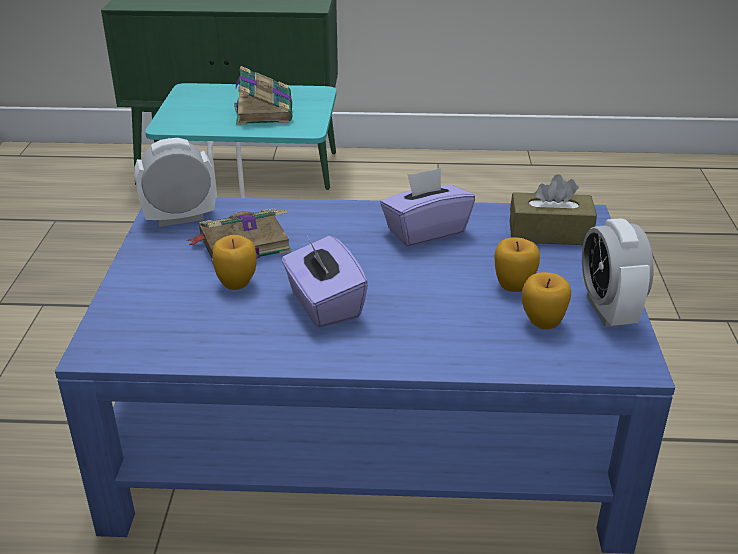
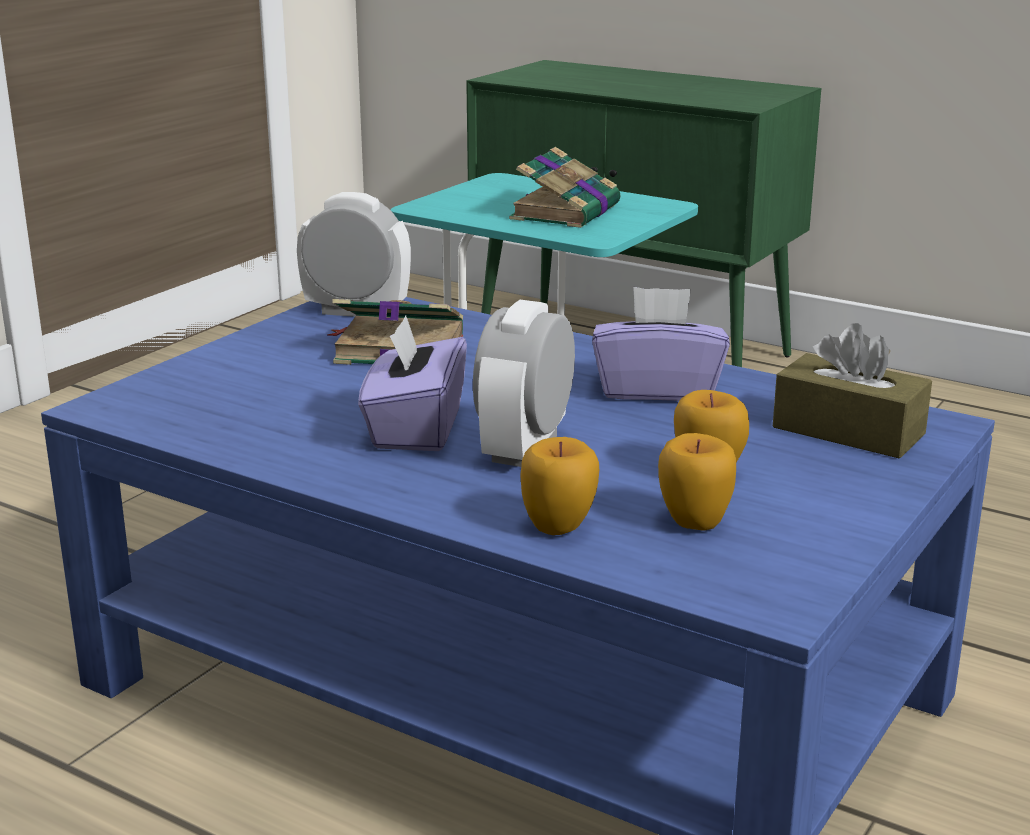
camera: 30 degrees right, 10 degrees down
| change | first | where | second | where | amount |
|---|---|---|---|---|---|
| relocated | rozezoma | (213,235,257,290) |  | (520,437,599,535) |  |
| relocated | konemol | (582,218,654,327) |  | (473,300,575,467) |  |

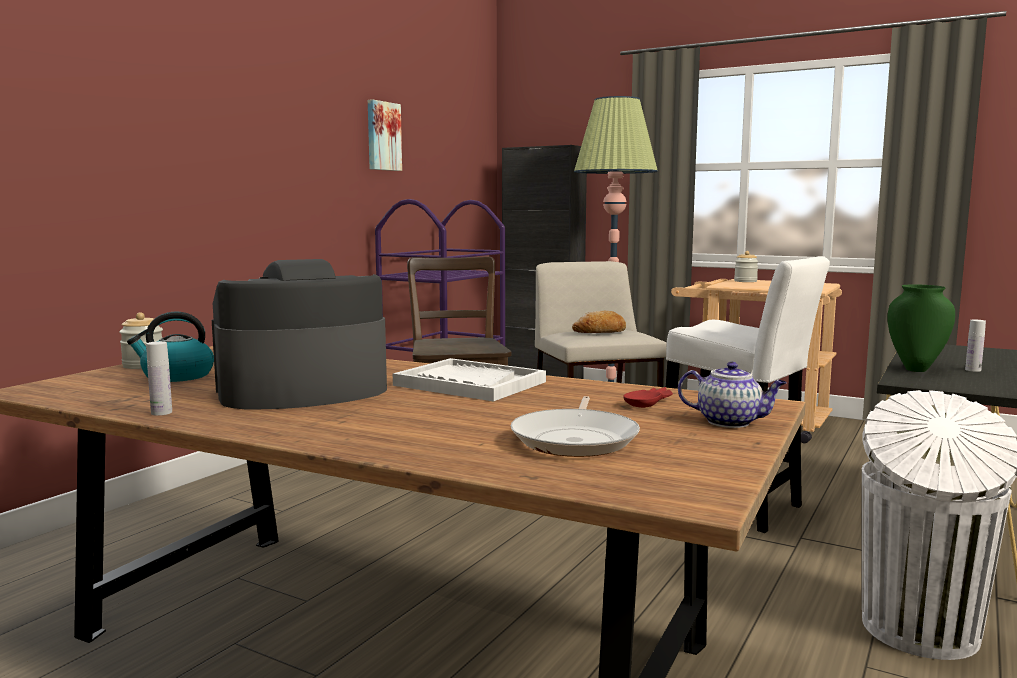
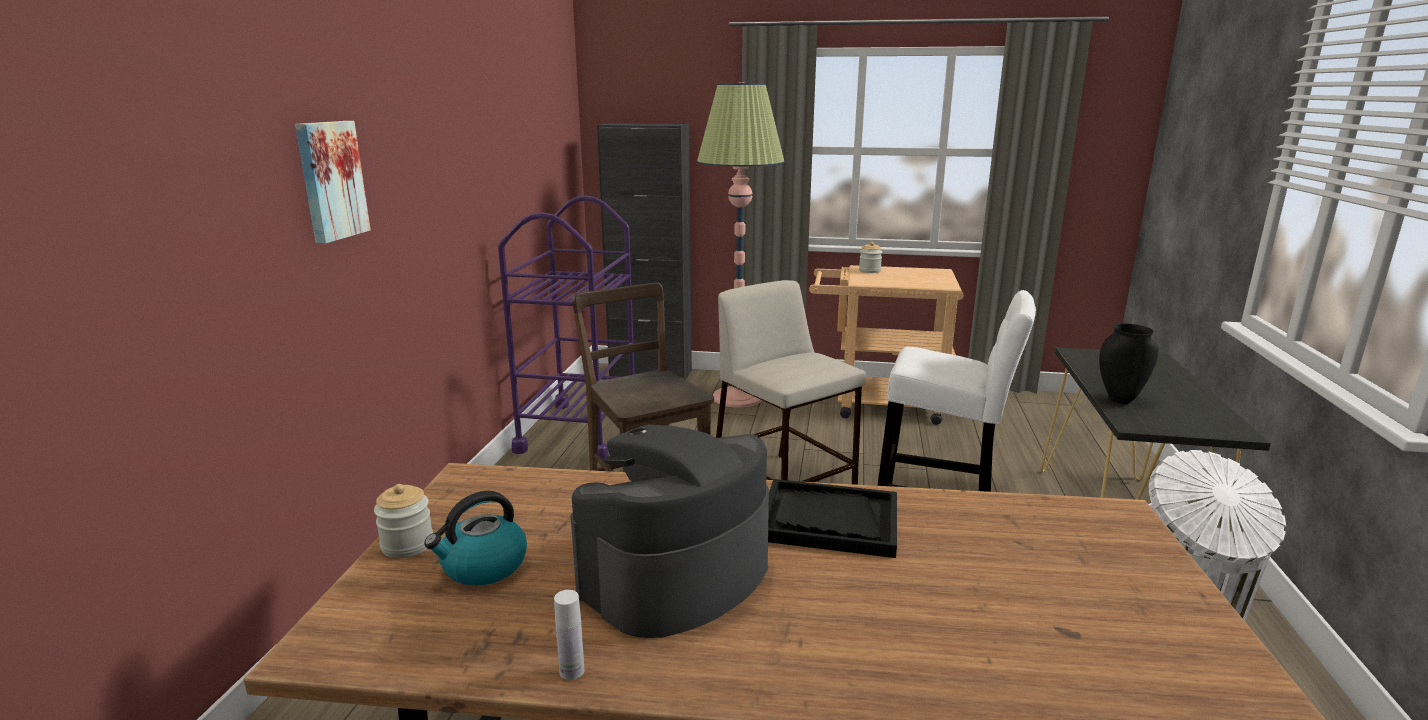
camera: 20 degrees left, 10 degrees up
| change | first | where | second | where | amount |
|---|---|---|---|---|---|
| missing | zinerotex | (511,396,640,457) |  |  |  |
| missing | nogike | (572,310,626,333) |  |  |  |
| missing | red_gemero | (623,387,673,408) |  |  |  |
| missing | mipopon | (678,362,786,428) |  |  |  |
| missing | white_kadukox | (965,320,986,372) |  |  |  |
| relocated | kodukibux | (368,99,402,171) |  | (295,121,371,244) |  |
| colour | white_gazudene | (393,358,546,402) | black_gazudene | (768,479,897,558) |  |
| colour | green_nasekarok | (887,284,955,372) | black_nasekarok | (1099,324,1159,404) |  |

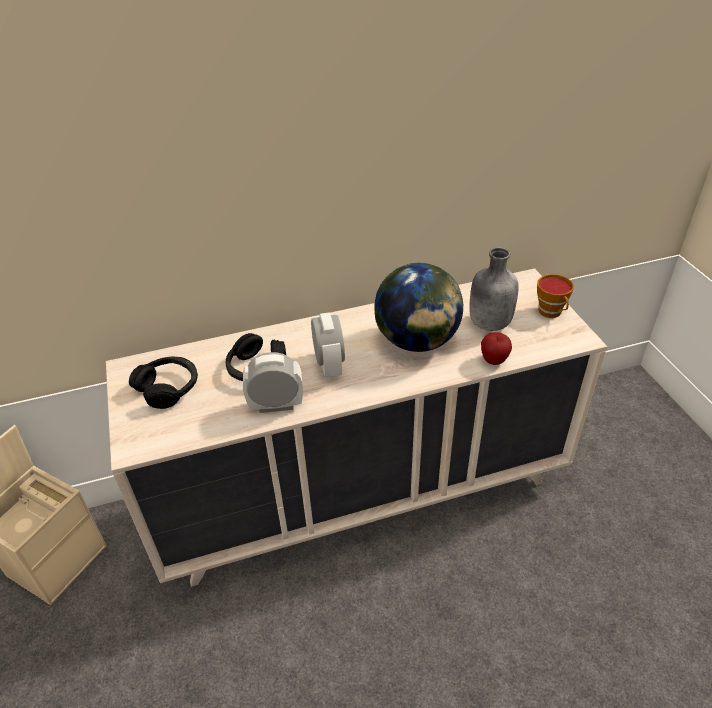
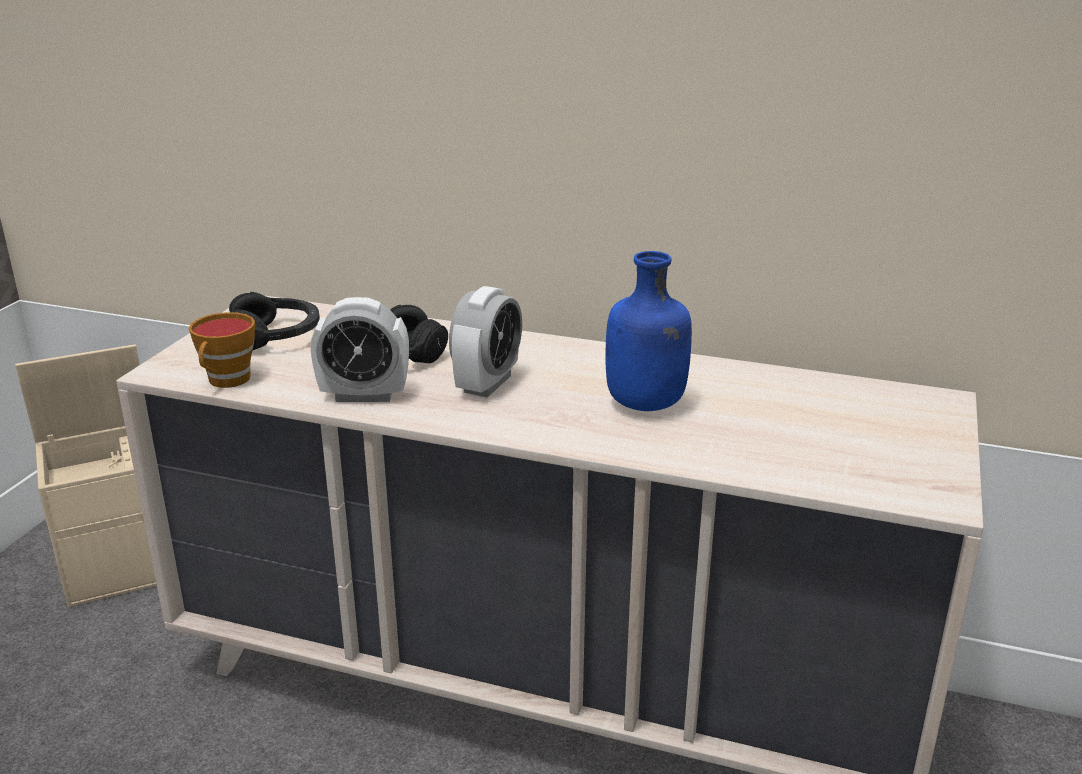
camera: 35 degrees right, 15 degrees down
| change | first | where | second | where | amount |
|---|---|---|---|---|---|
| missing | grey_kadukox | (469,247,519,331) |  |  |  |
| missing | rozezoma | (481,332,512,365) |  |  |  |
| relocated | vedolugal | (537,274,574,318) |  | (189,312,255,388) |  |
| exchanged | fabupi | (374,263,463,352) | blue_kadukox | (606,251,692,411) |  |
| spun | konemol | (243,352,303,413) |  | (311,297,409,402) | 150 degrees clockwise |

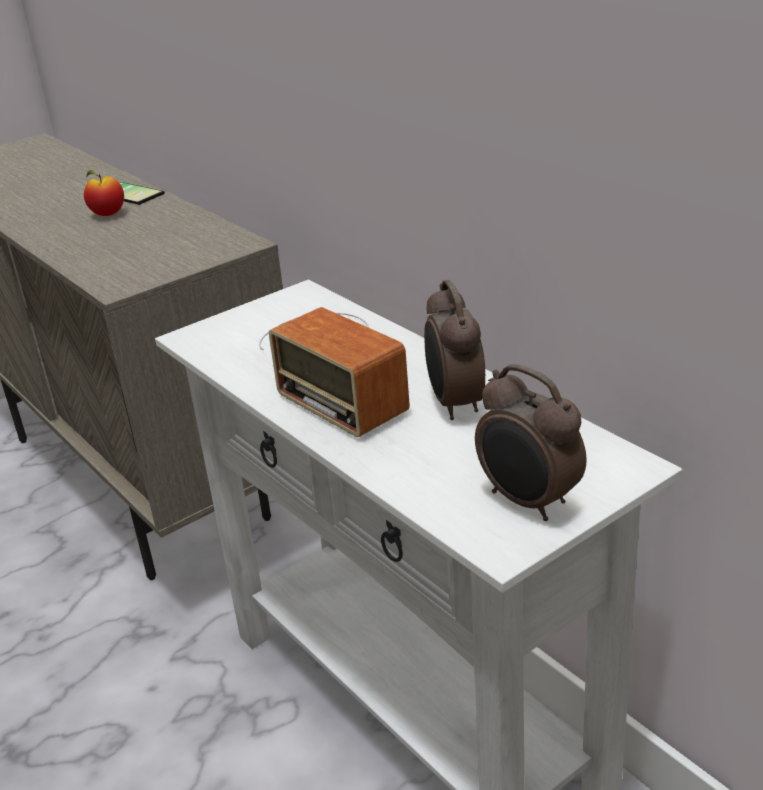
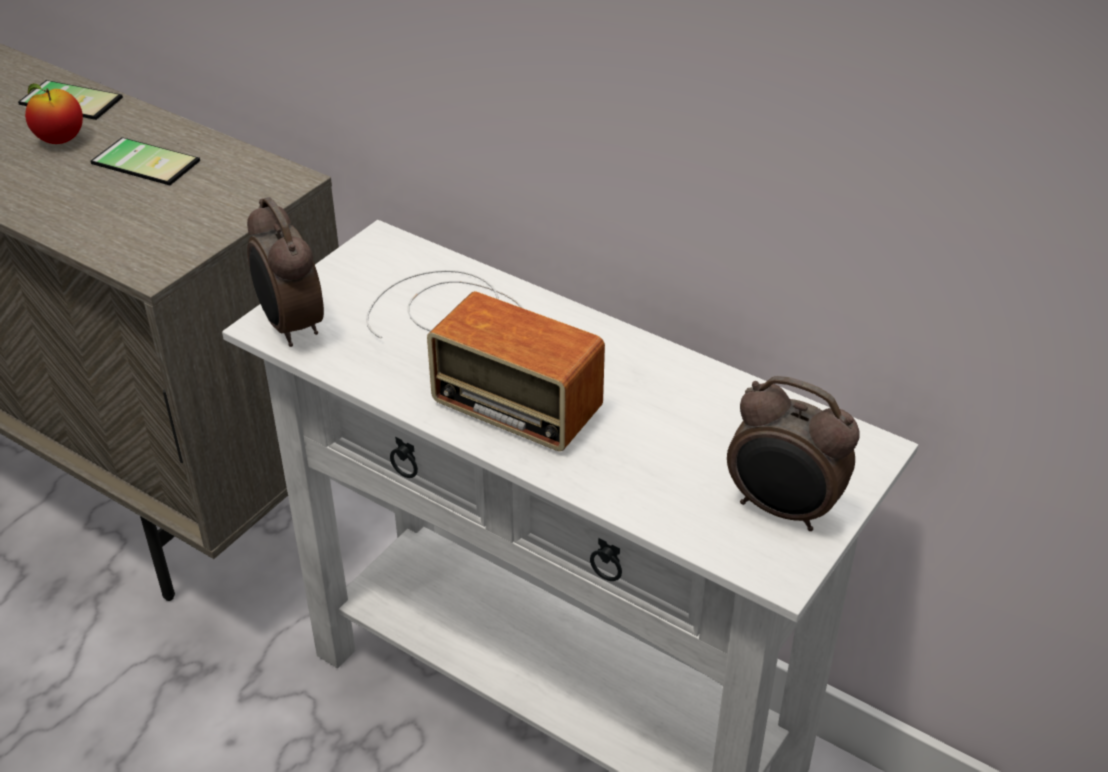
camera: 20 degrees left, 10 degrees up
| change | first | where | second | where | amount |
|---|---|---|---|---|---|
| appeared |  |  | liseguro | (91,137,200,185) |  |
| relocated | konemol | (424,280,485,420) |  | (247,197,324,347) |  |

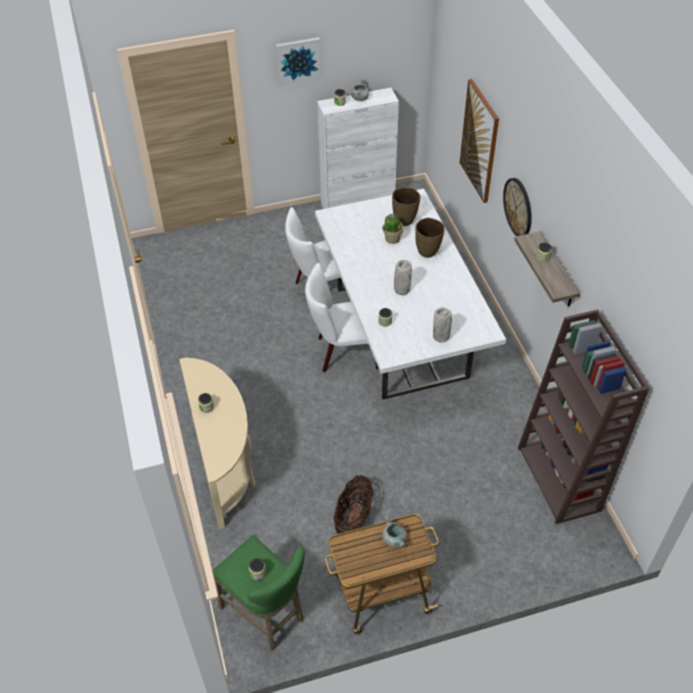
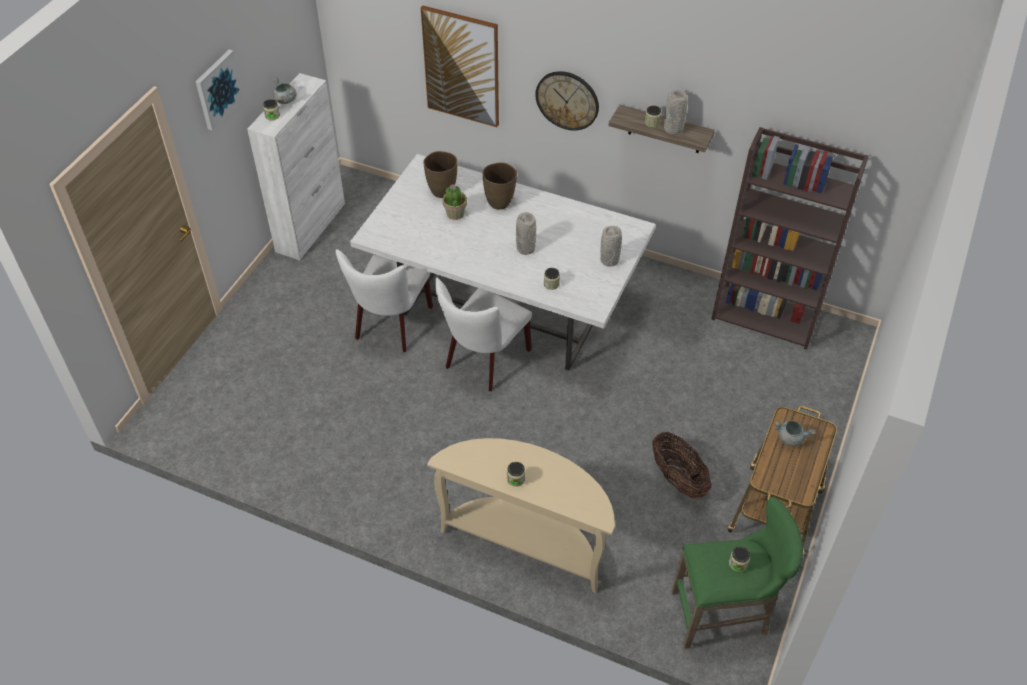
camera: 50 degrees left, 0 degrees up
| change | first | where | second | where | amount |
|---|---|---|---|---|---|
| appeared |  |  | grey_nasekarok | (664,90,687,135) |  |

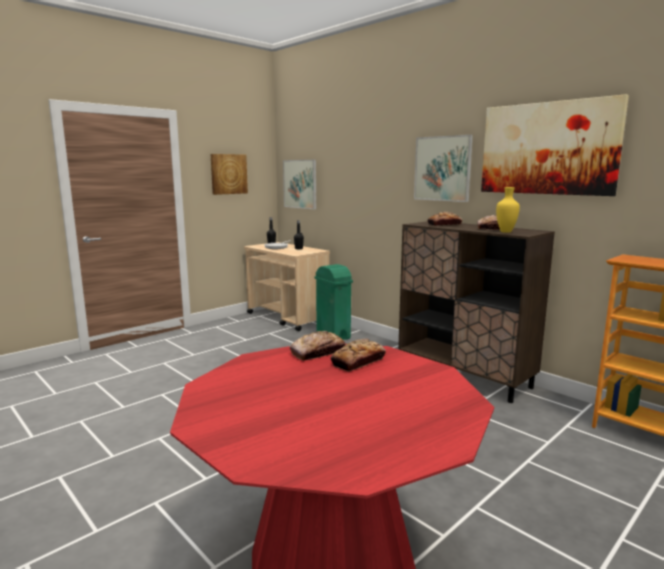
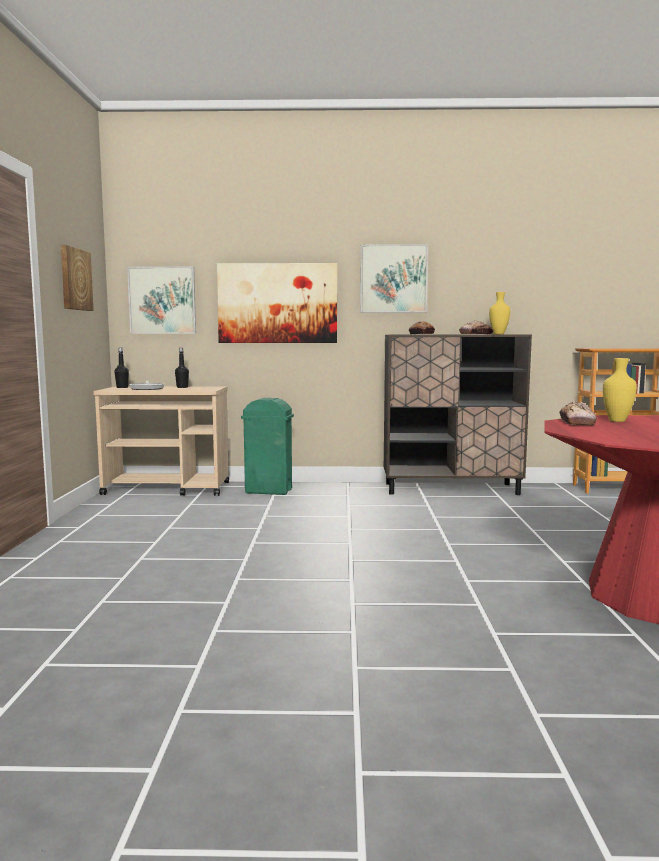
camera: 45 degrees left, 5 degrees down
| change | first | where | second | where | amount |
|---|---|---|---|---|---|
| relocated | kodukibux | (481,94,629,196) |  | (217,263,337,343) |  |
| exchanged | nogike | (330,338,386,372) | yellow_nasekarok | (603,358,637,422) |  |

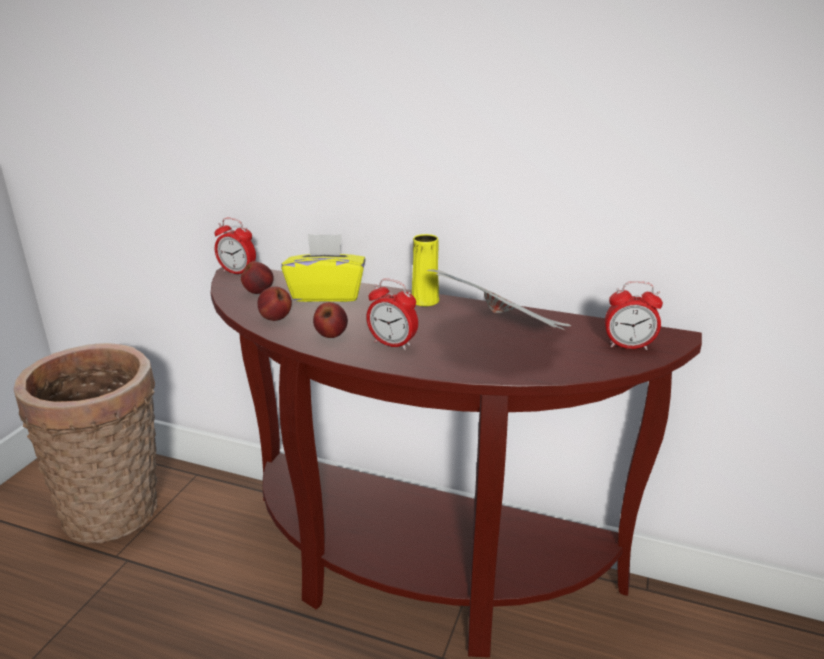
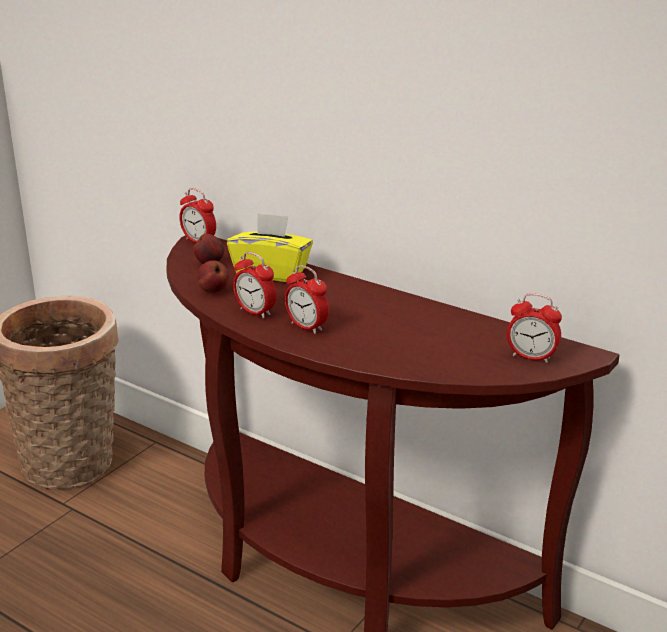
camera: 15 degrees right, 0 degrees up
| change | first | where | second | where | amount |
|---|---|---|---|---|---|
| missing | yellow_nasekarok | (412,234,439,306) |  |  |  |
| missing | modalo | (427,269,571,330) |  |  |  |
| exchanged | rozezoma | (313,302,348,338) | konemol | (233,252,276,319) |  |

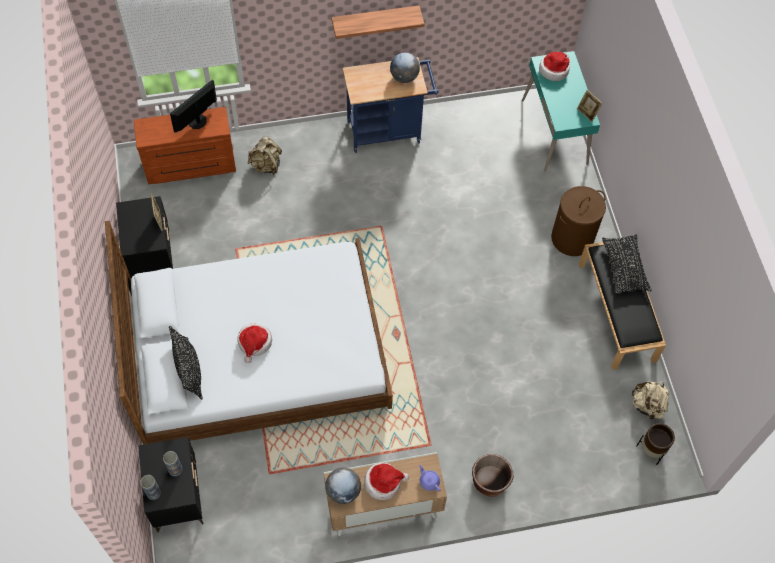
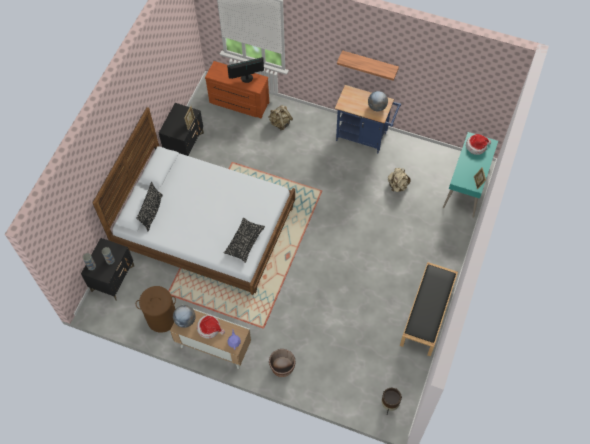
camera: 35 degrees right, 0 degrees up
| change | first | where | second | where | amount |
|---|---|---|---|---|---|
| missing | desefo | (238,323,272,363) |  |  |  |
| relocated | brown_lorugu | (551,186,606,256) |  | (136,286,176,333) |  |
| relocated | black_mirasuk | (602,234,652,294) |  | (224,218,265,263) |  |
| relocated | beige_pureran | (632,382,670,420) |  | (388,168,411,192) |  |

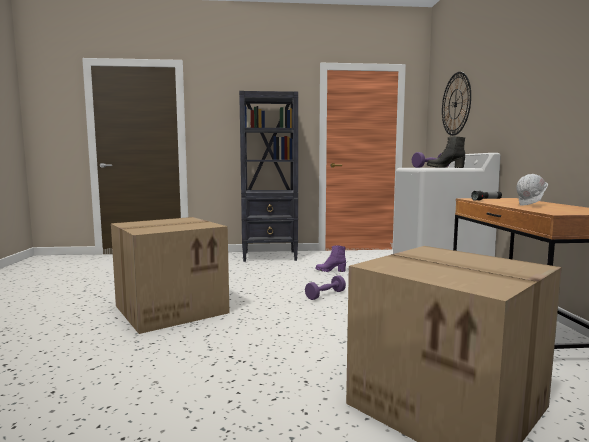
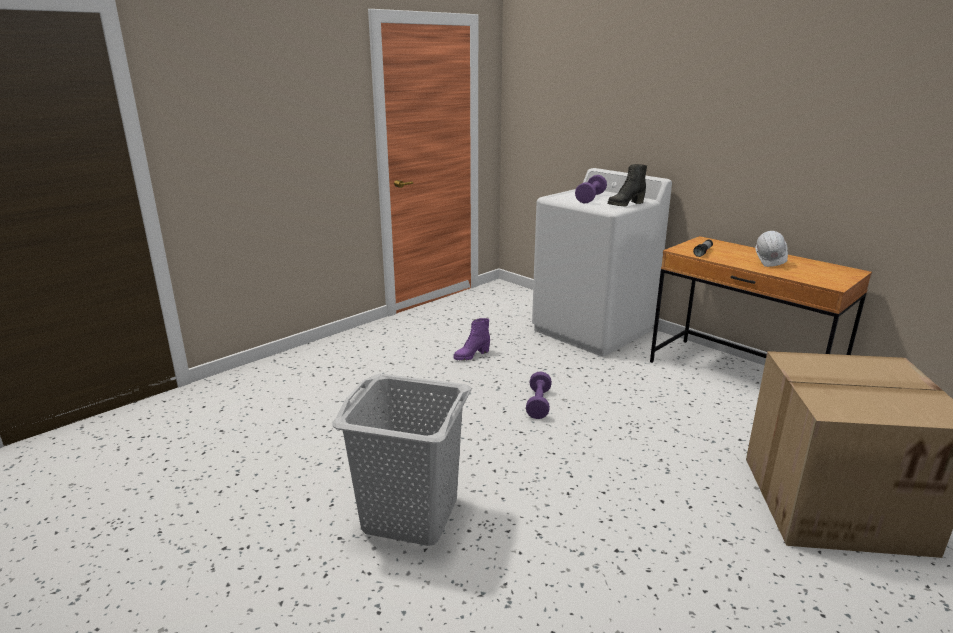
camera: 40 degrees left, 15 degrees up
| change | first | where | second | where | amount |
|---|---|---|---|---|---|
| missing | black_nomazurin | (239,91,298,262) |  |  |  |
| missing | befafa | (442,72,471,136) |  |  |  |
| exchanged | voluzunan | (111,217,229,334) | grey_lorugu | (332,373,471,546) |  |

